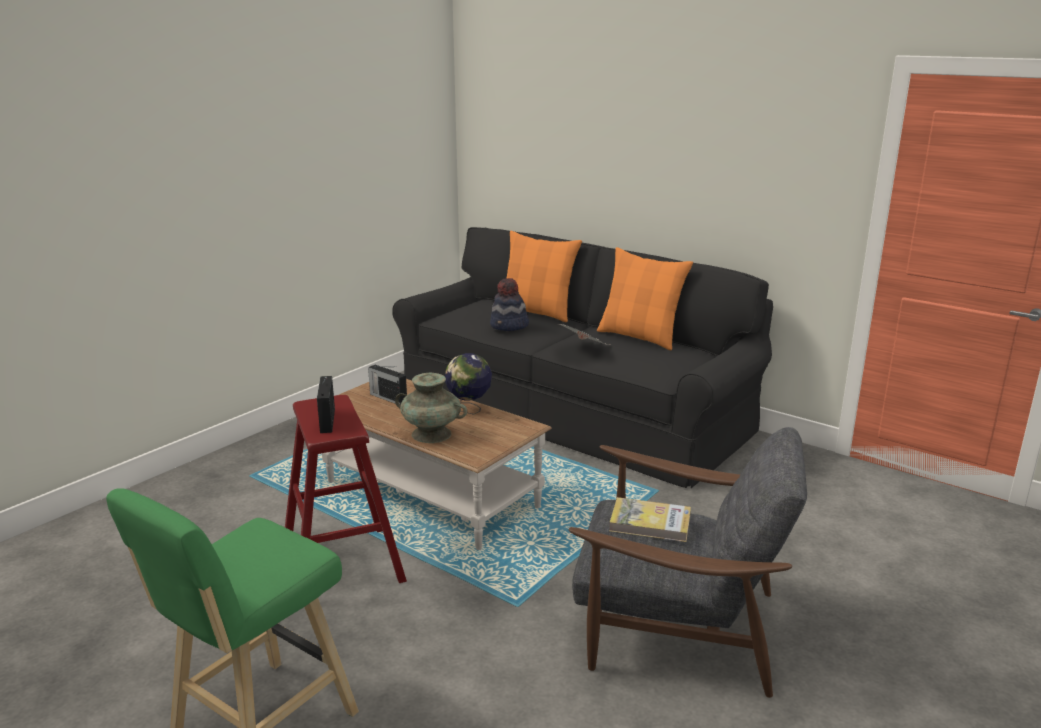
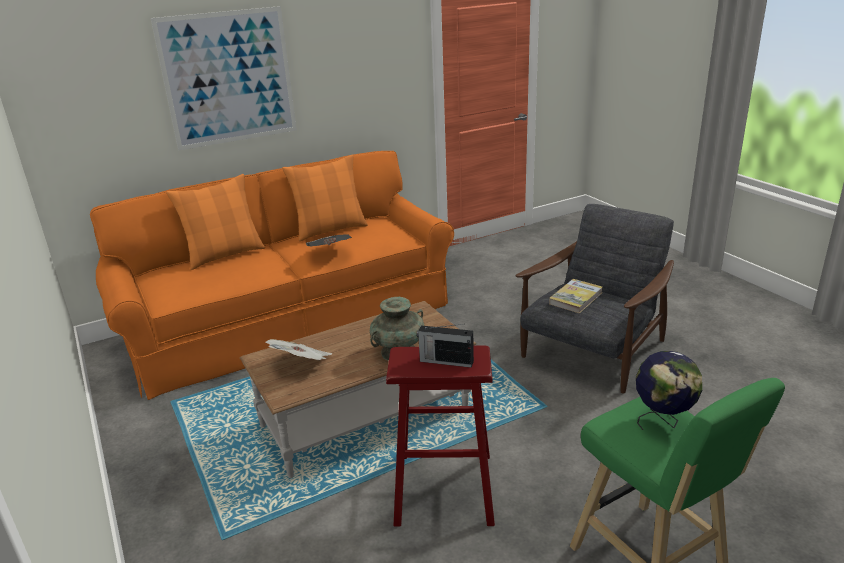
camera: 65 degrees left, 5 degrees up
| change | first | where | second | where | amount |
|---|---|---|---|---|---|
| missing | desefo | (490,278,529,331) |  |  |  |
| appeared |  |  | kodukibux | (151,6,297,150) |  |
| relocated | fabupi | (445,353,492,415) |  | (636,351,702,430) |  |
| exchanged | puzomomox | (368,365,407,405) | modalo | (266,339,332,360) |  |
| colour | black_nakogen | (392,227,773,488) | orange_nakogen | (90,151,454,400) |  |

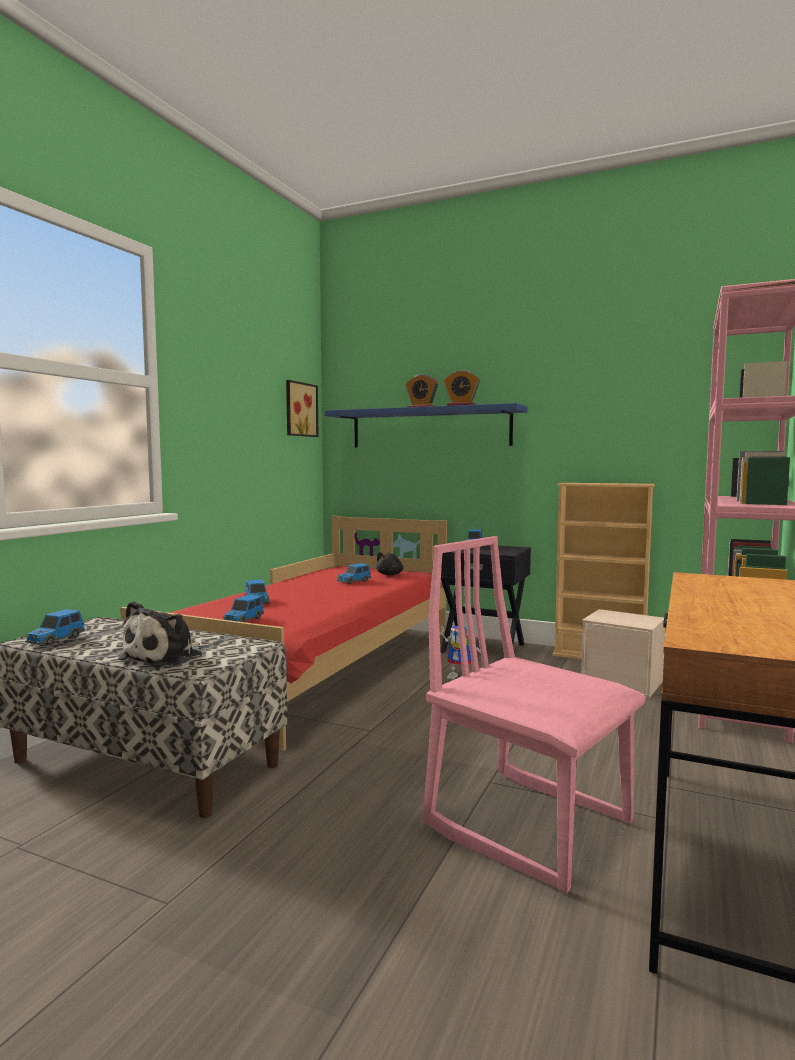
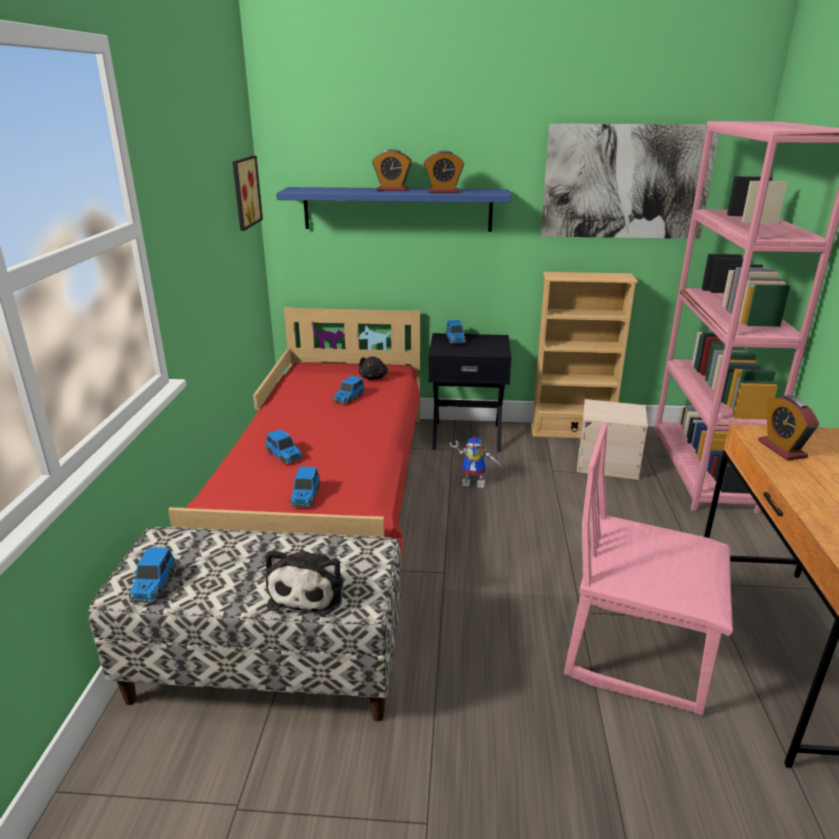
camera: 20 degrees left, 20 degrees up
| change | first | where | second | where | amount |
|---|---|---|---|---|---|
| appeared |  |  | kodukibux | (541,124,719,239) |  |
| appeared |  |  | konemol | (758,395,819,460) |  |

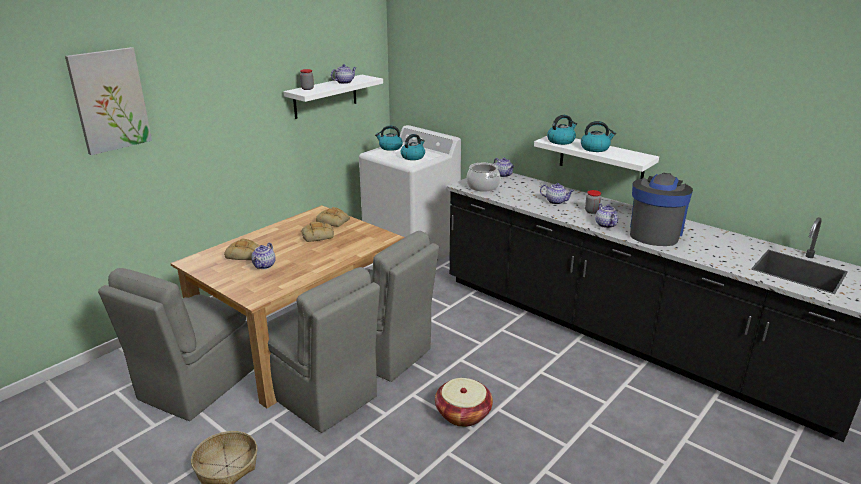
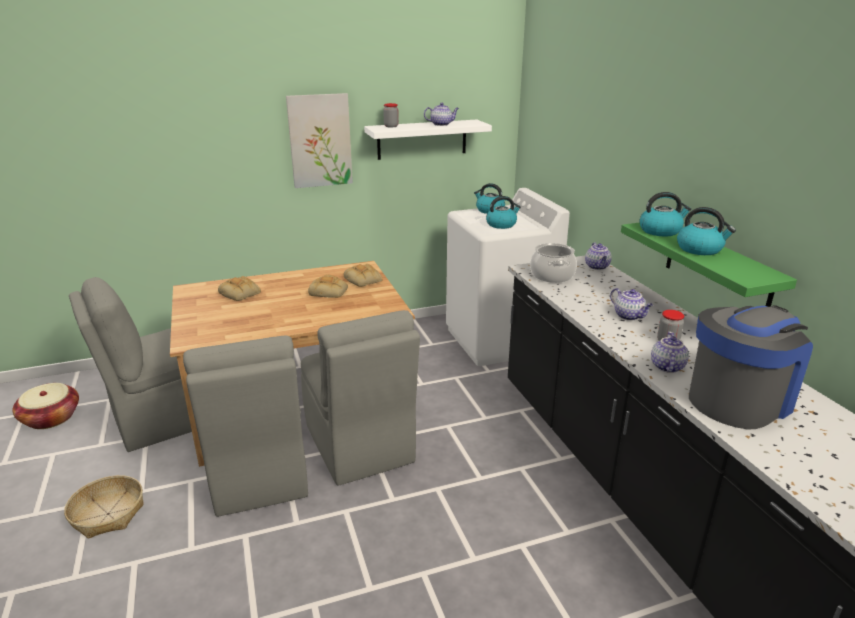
camera: 30 degrees right, 0 degrees up
| change | first | where | second | where | amount |
|---|---|---|---|---|---|
| missing | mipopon | (251,243,276,269) |  |  |  |
| relocated | kodukibux | (65,47,152,155) |  | (286,93,353,188) |  |
| relocated | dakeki | (435,378,493,427) |  | (12,383,79,429) |  |
| colour | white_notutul | (534,136,659,179) | green_notutul | (621,223,797,307) |  |

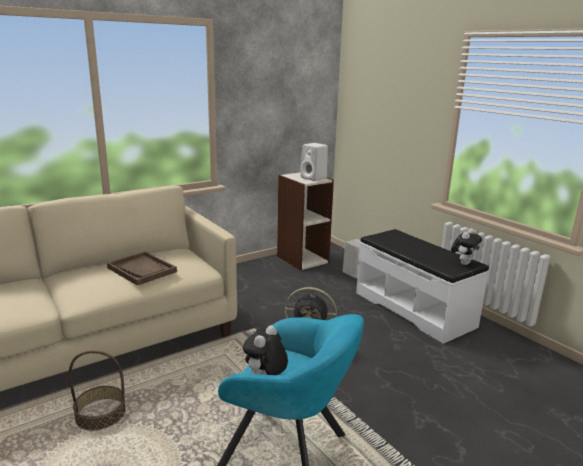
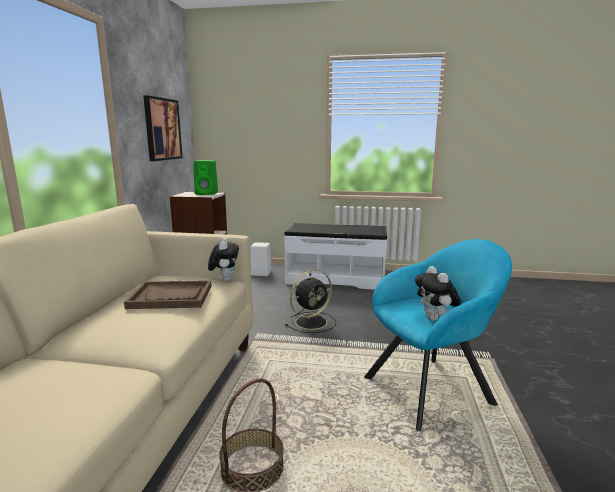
camera: 45 degrees left, 5 degrees down
| change | first | where | second | where | amount |
|---|---|---|---|---|---|
| appeared |  |  | kodukibux | (143,95,183,161) |  |
| relocated | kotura | (451,228,482,265) |  | (208,237,239,281) |  |
| colour | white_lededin | (300,143,328,181) | green_lededin | (194,160,218,195) |  |

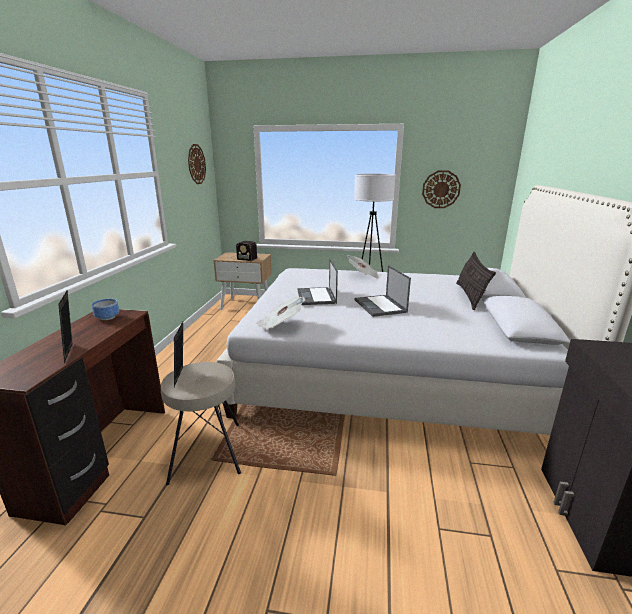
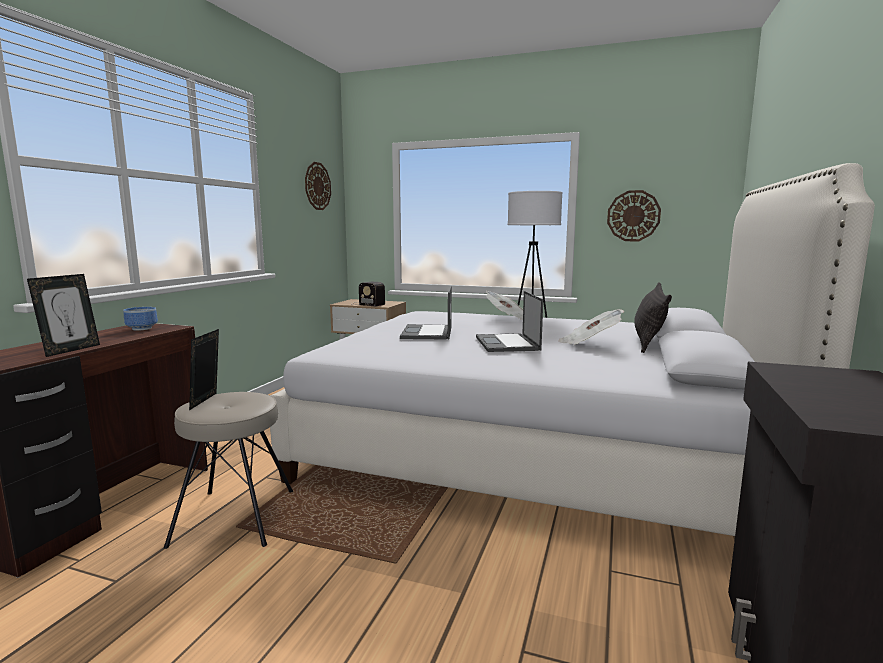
camera: 10 degrees right, 10 degrees down
| change | first | where | second | where | amount |
|---|---|---|---|---|---|
| relocated | modalo | (257,297,305,331) |  | (559,309,624,345) |  |
| spun | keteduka | (58,290,72,364) |  | (27,274,100,357) | 150 degrees counterclockwise |

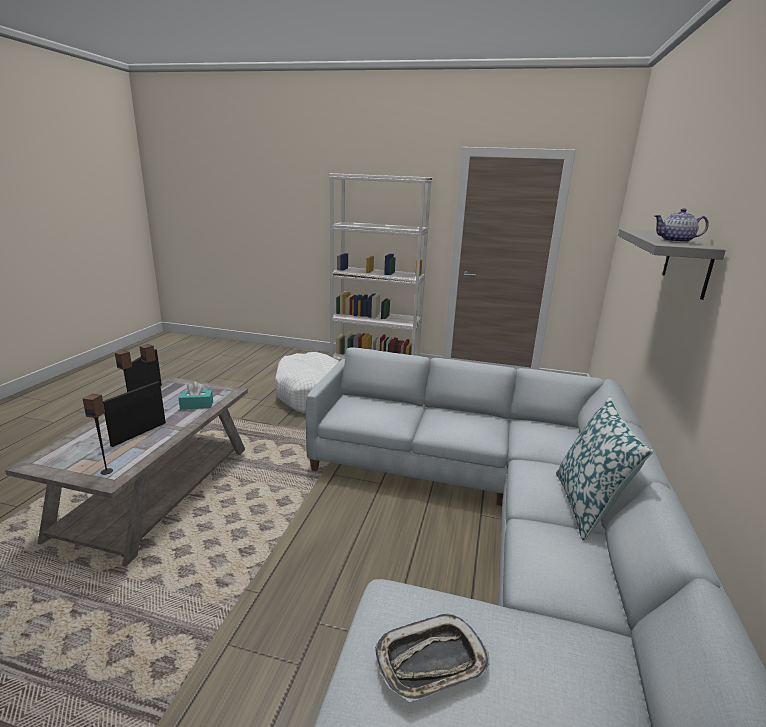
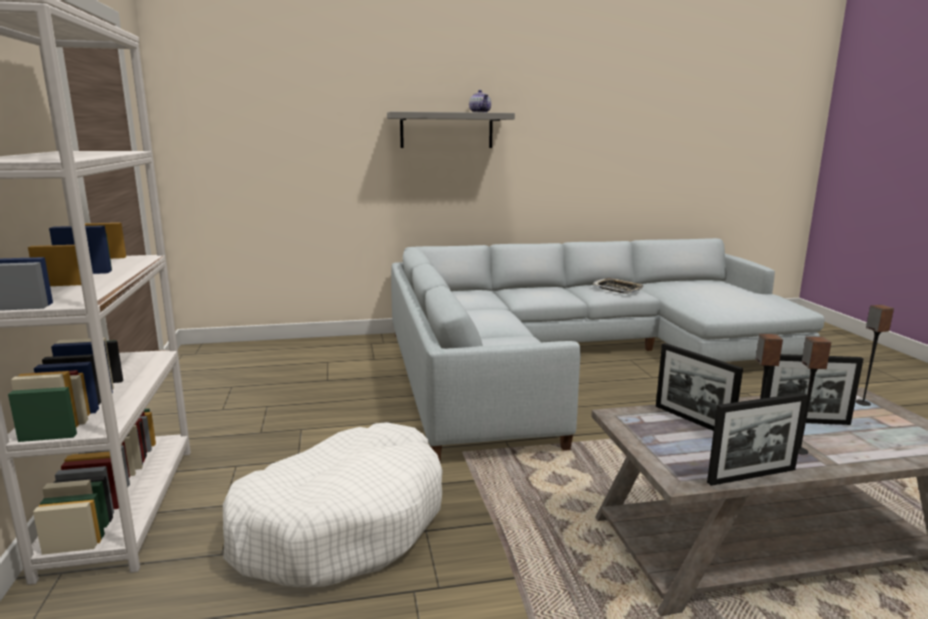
camera: 115 degrees left, 5 degrees down
| change | first | where | second | where | amount |
|---|---|---|---|---|---|
| missing | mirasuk | (556,396,653,541) |  |  |  |
| relocated | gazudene | (375,613,490,702) |  | (593,278,643,294) |  |
| exchanged | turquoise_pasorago | (179,382,213,409) | keteduka | (656,343,743,431) |  |

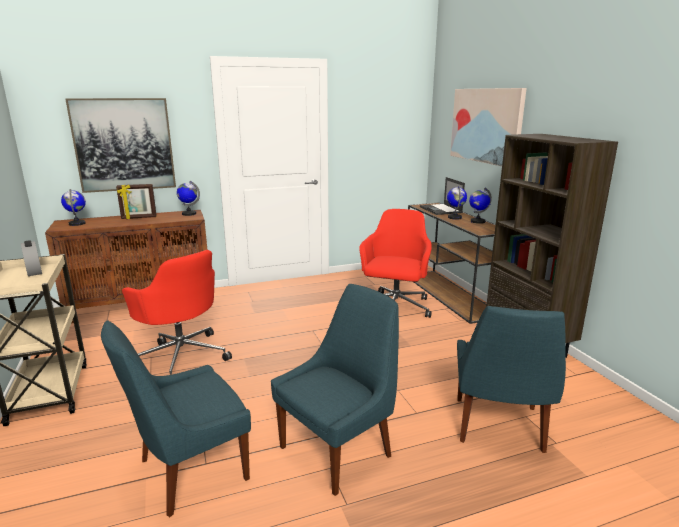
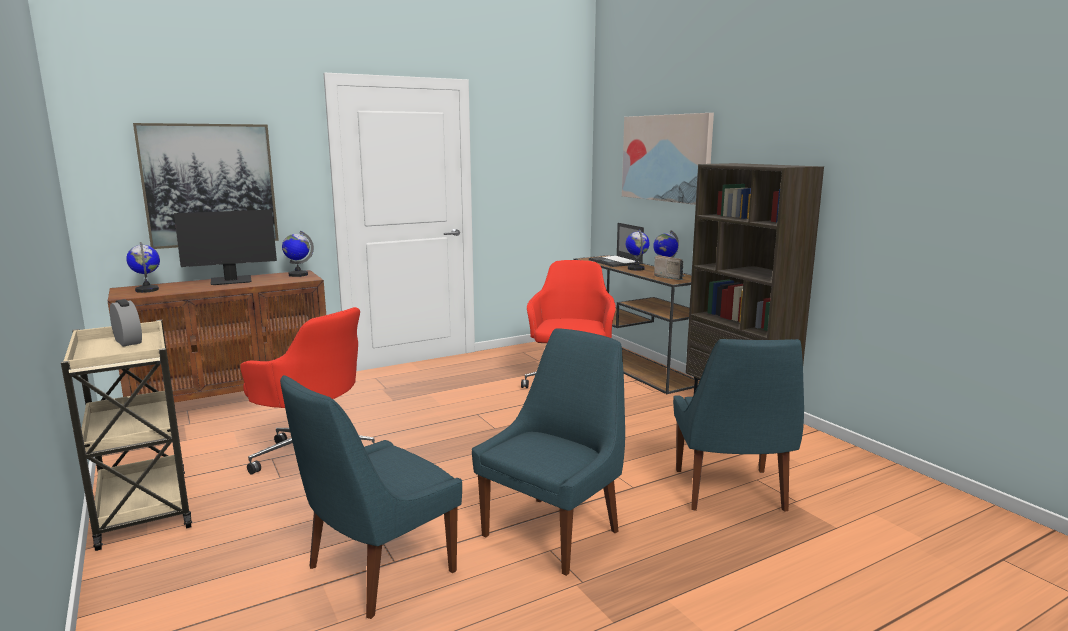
camera: 10 degrees left, 5 degrees down
| change | first | where | second | where | amount |
|---|---|---|---|---|---|
| appeared |  |  | puzomomox | (654,255,686,280) |  |
| exchanged | keteduka | (116,184,157,219) | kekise | (174,210,277,285) |  |

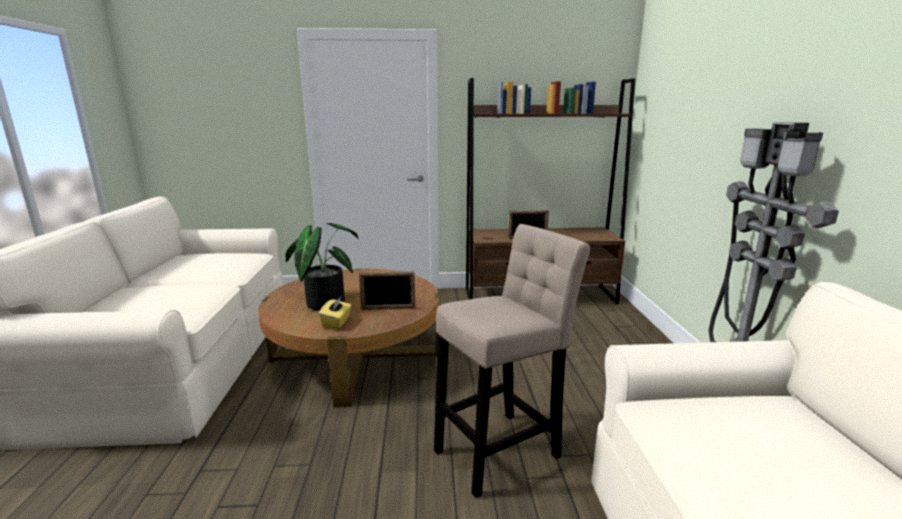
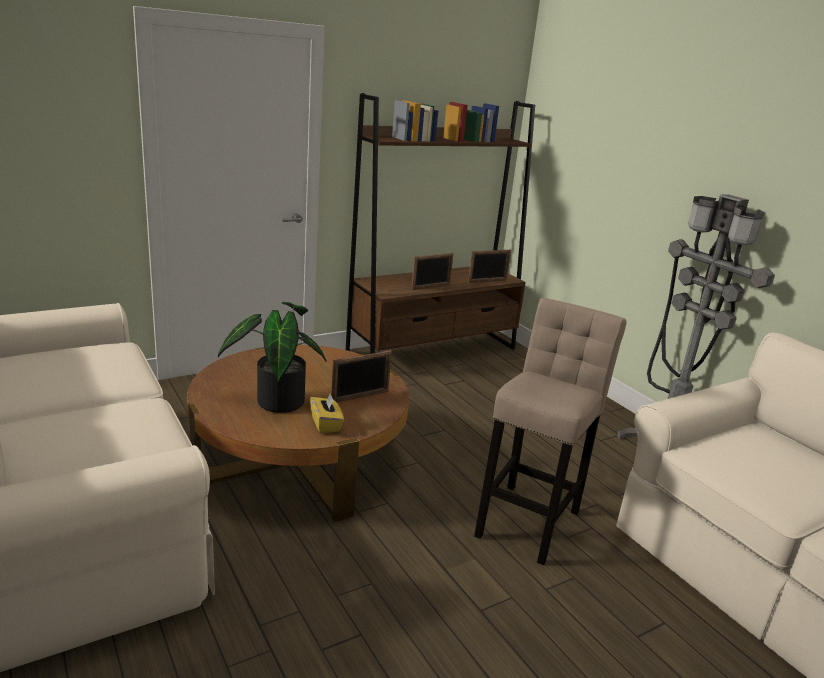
camera: 30 degrees left, 5 degrees up
| change | first | where | second | where | amount |
|---|---|---|---|---|---|
| appeared |  |  | keteduka | (468,250,511,283) |  |

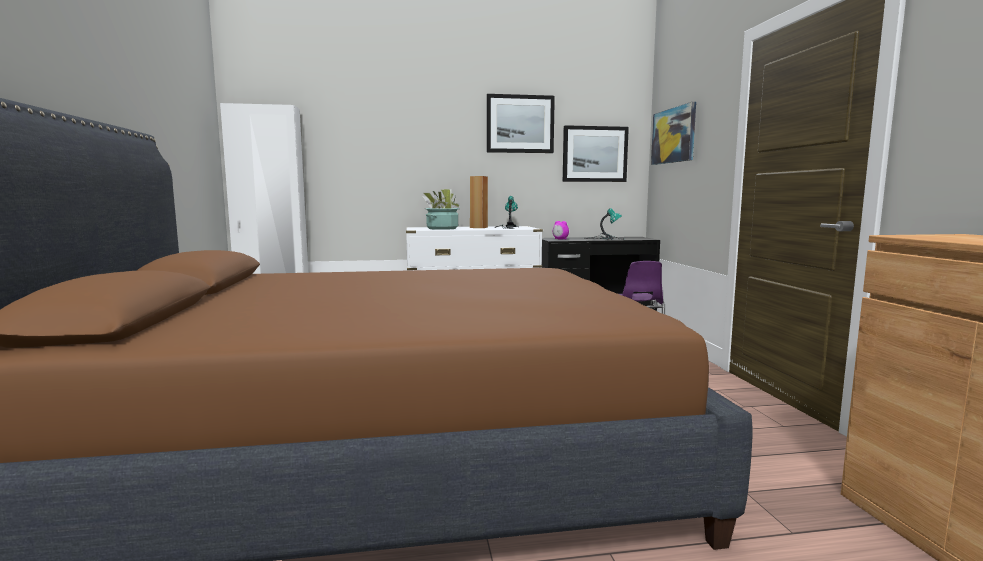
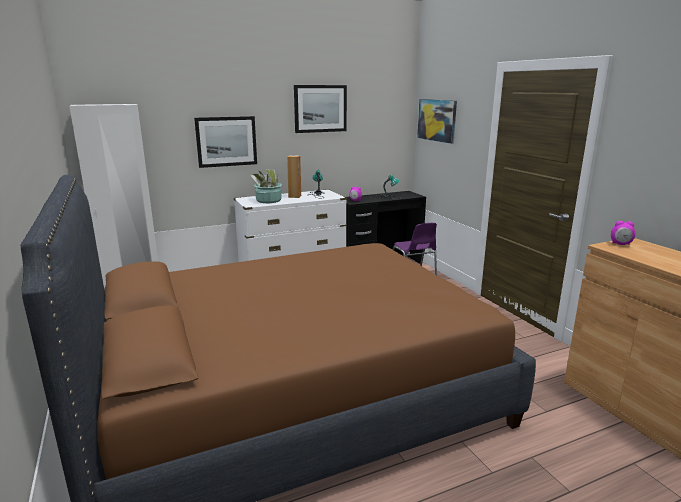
camera: 15 degrees left, 10 degrees up
| change | first | where | second | where | amount |
|---|---|---|---|---|---|
| appeared |  |  | konemol | (611,221,635,245) |  |
| relocated | kodukibux | (563,125,629,182) |  | (194,116,257,168) |  |

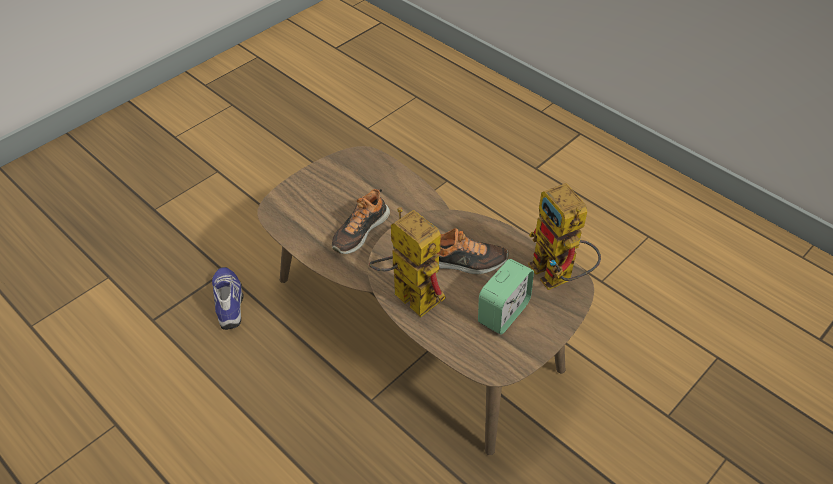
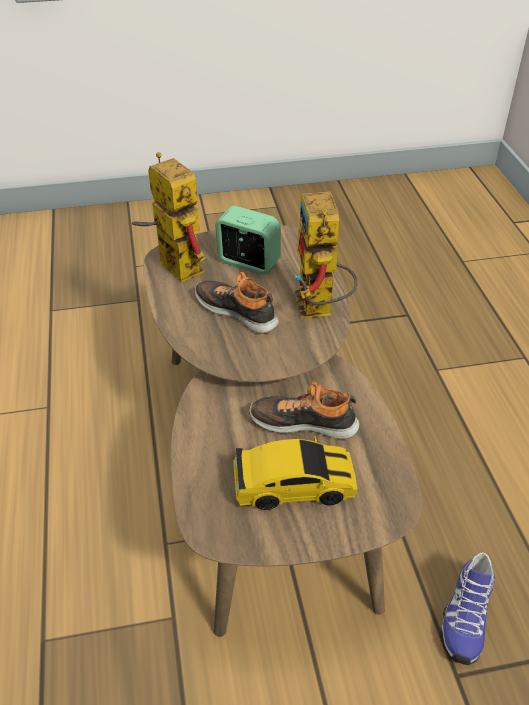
camera: 145 degrees left, 5 degrees down
| change | first | where | second | where | amount |
|---|---|---|---|---|---|
| appeared |  |  | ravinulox | (233,436,357,510) |  |
| spun | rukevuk | (332,188,390,254) |  | (249,381,360,439) | 150 degrees counterclockwise |
| spun | konemol | (478,259,534,335) |  | (215,206,281,275) | 45 degrees clockwise |
| spun | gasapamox | (528,183,601,290) |  | (132,152,205,283) | 45 degrees counterclockwise |

